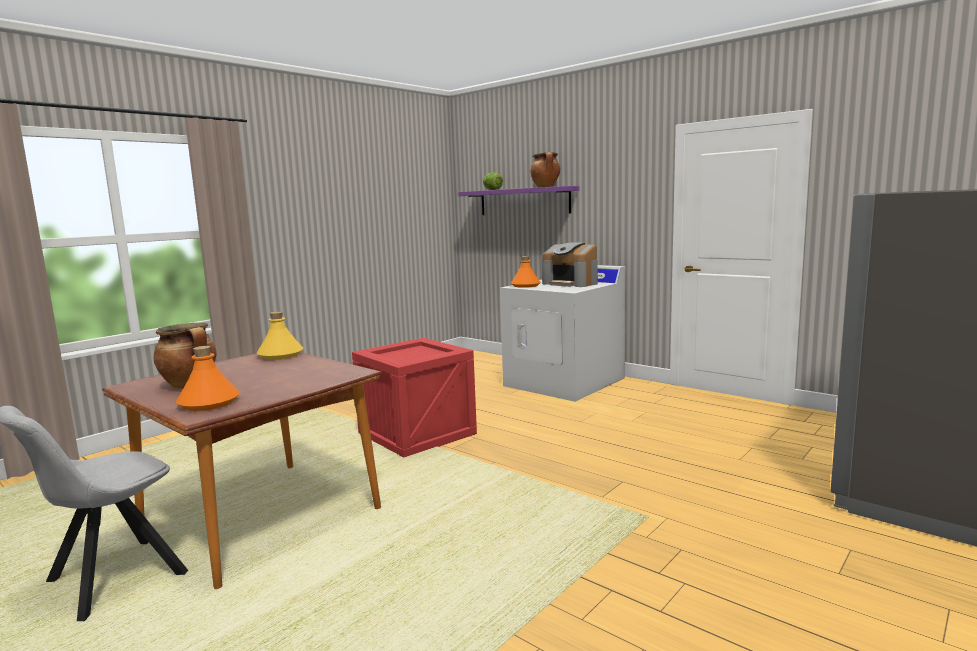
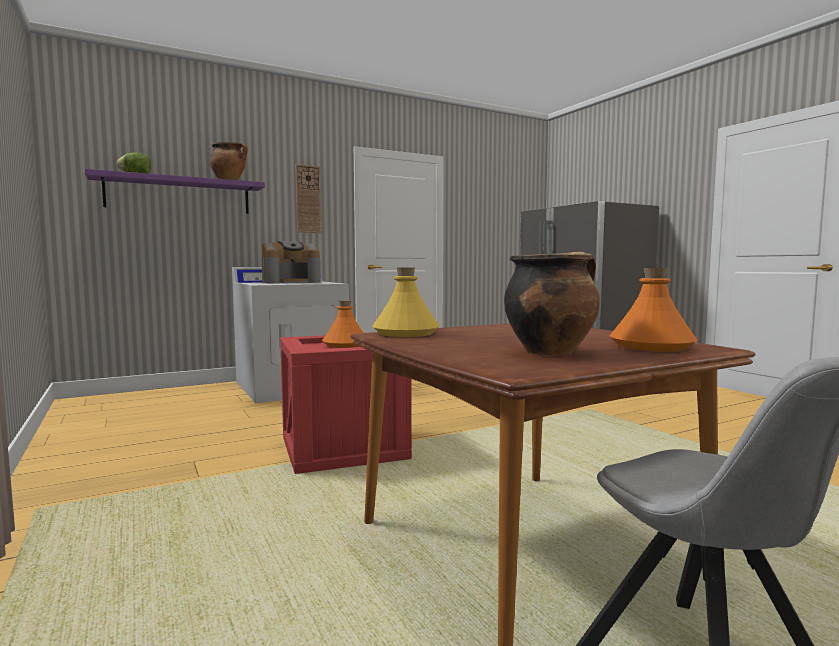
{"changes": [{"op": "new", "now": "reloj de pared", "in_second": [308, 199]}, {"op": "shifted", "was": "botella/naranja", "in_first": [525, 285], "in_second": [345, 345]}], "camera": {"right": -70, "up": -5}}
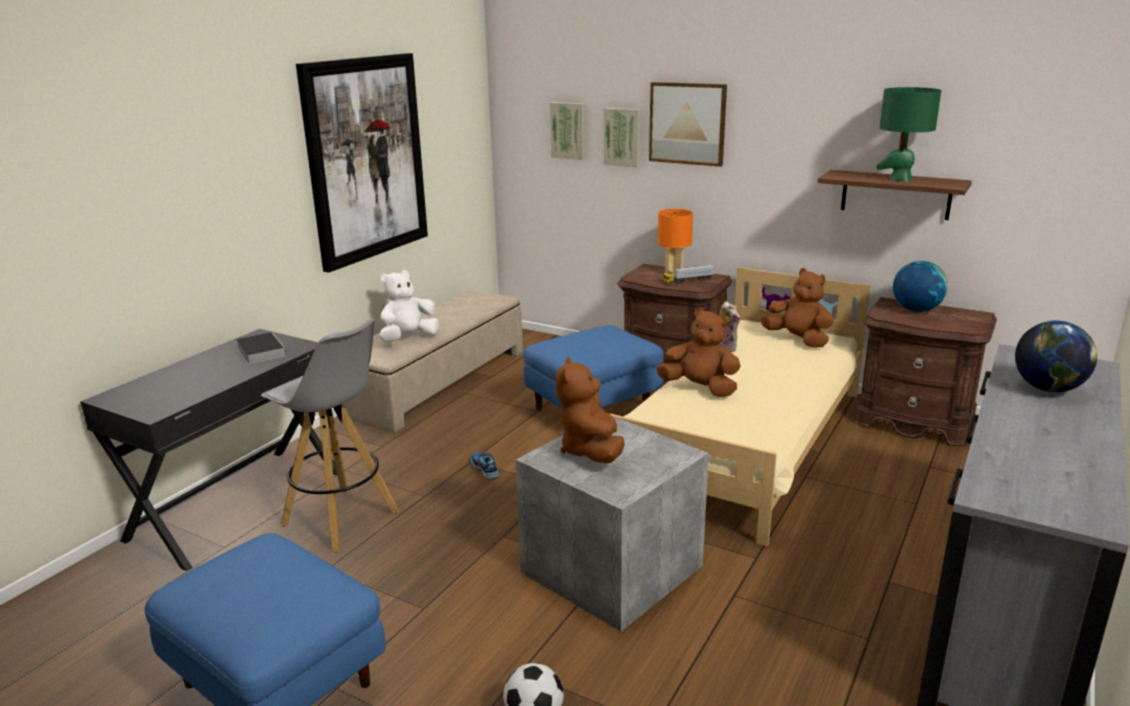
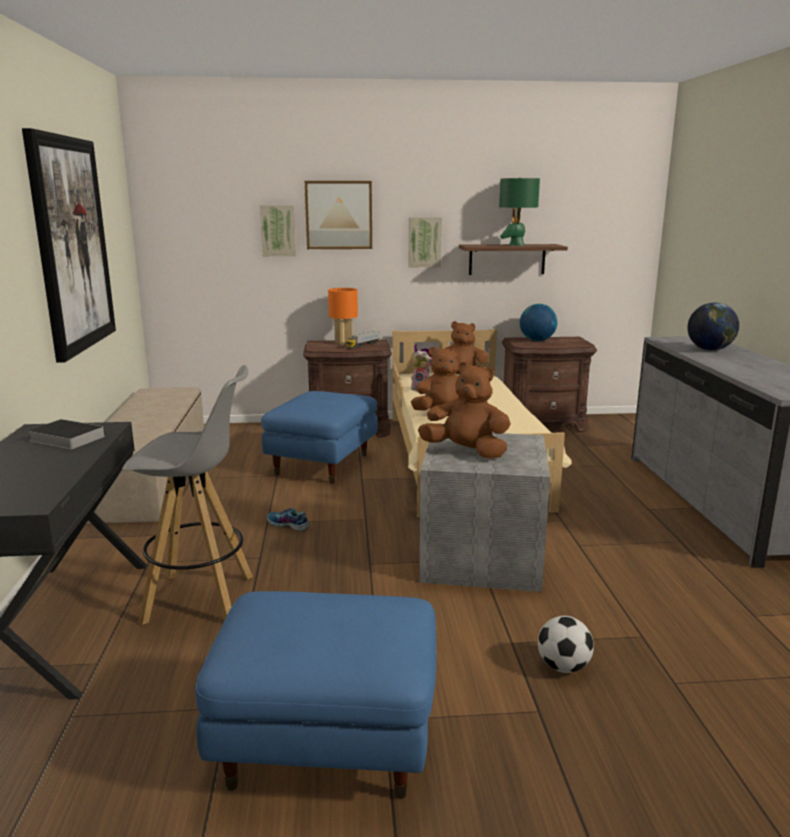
{"changes": [{"op": "gone", "was": "peluche/blanco", "in_first": [408, 339]}, {"op": "shifted", "was": "cuadro", "in_first": [568, 130], "in_second": [424, 242]}, {"op": "rotated", "was": "peluche/marrón", "in_first": [591, 451], "in_second": [466, 452], "clockwise": 150}], "camera": {"right": -35, "up": -5}}
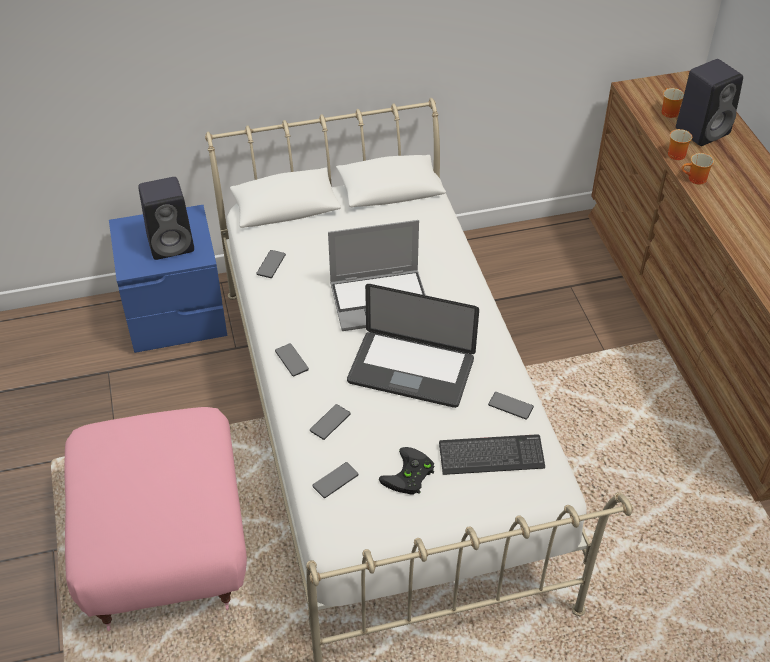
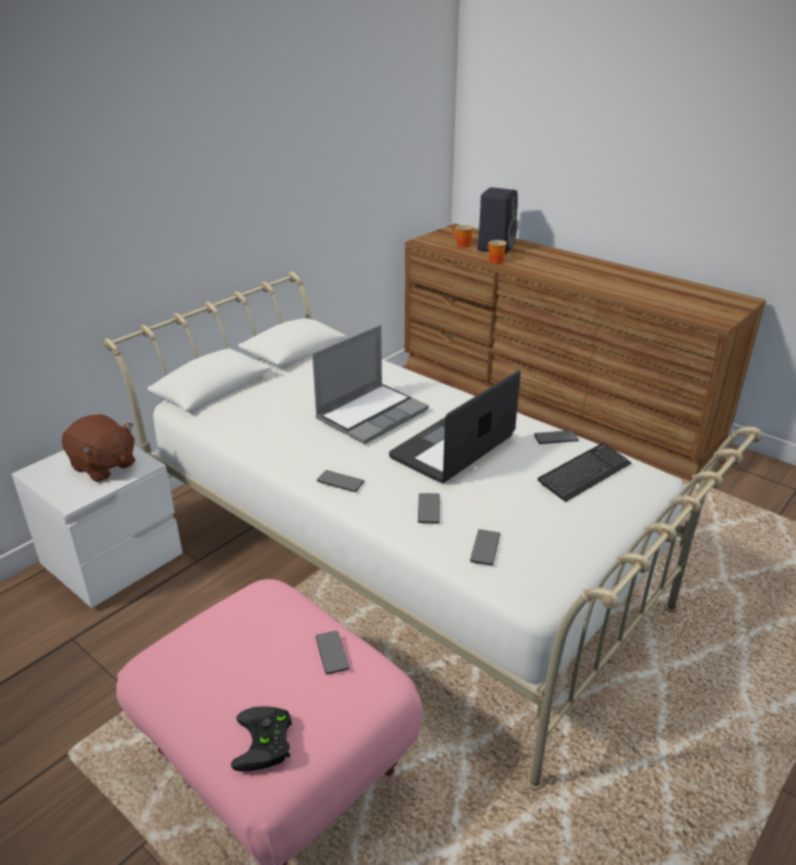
{"changes": [{"op": "gone", "was": "taza grande", "in_first": [695, 180]}, {"op": "shifted", "was": "móvil", "in_first": [271, 264], "in_second": [332, 653]}, {"op": "shifted", "was": "mando de consola/negro", "in_first": [409, 476], "in_second": [265, 743]}, {"op": "swapped", "was": "altavoz/negro", "now": "peluche/marrón", "in_first": [172, 243], "in_second": [103, 466]}, {"op": "repainted", "was": "mesita de noche/azul", "now": "mesita de noche/blanco", "in_first": [176, 314], "in_second": [111, 560]}, {"op": "rotated", "was": "portátil", "in_first": [411, 370], "in_second": [452, 447], "clockwise": 150}], "camera": {"right": -35, "up": -15}}
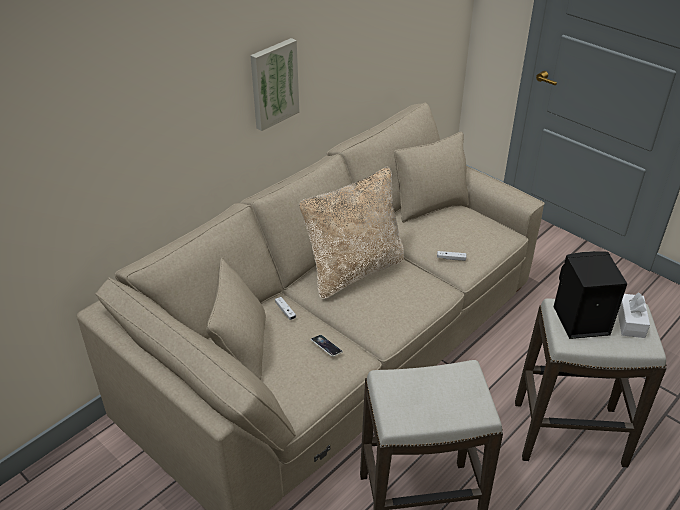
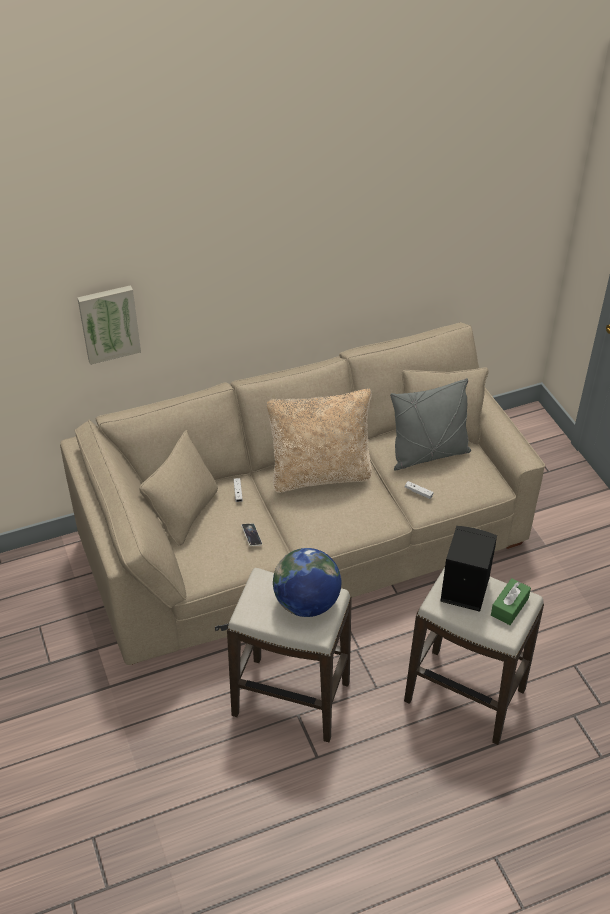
{"changes": [{"op": "new", "now": "globo terráqueo", "in_second": [306, 603]}, {"op": "new", "now": "cojín/gris", "in_second": [428, 454]}, {"op": "shifted", "was": "cuadro", "in_first": [273, 83], "in_second": [109, 323]}, {"op": "repainted", "was": "caja de pañuelos/blanco", "now": "caja de pañuelos/verde", "in_first": [630, 322], "in_second": [509, 607]}], "camera": {"right": 25, "up": 5}}
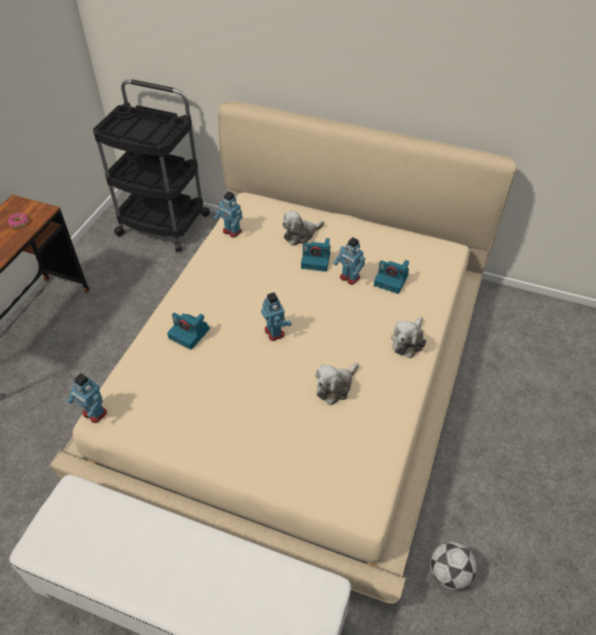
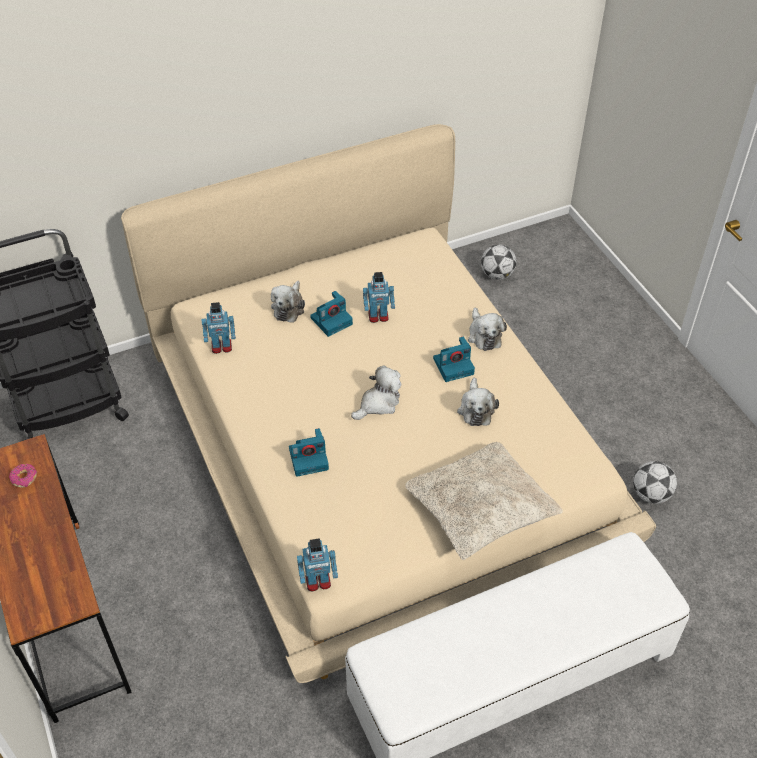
{"changes": [{"op": "new", "now": "cojín/beis", "in_second": [480, 509]}, {"op": "new", "now": "balón de fútbol", "in_second": [497, 275]}, {"op": "shifted", "was": "cámara", "in_first": [392, 280], "in_second": [454, 366]}, {"op": "swapped", "was": "robot de juguete", "now": "peluche", "in_first": [275, 332], "in_second": [378, 403]}], "camera": {"right": -45, "up": 0}}
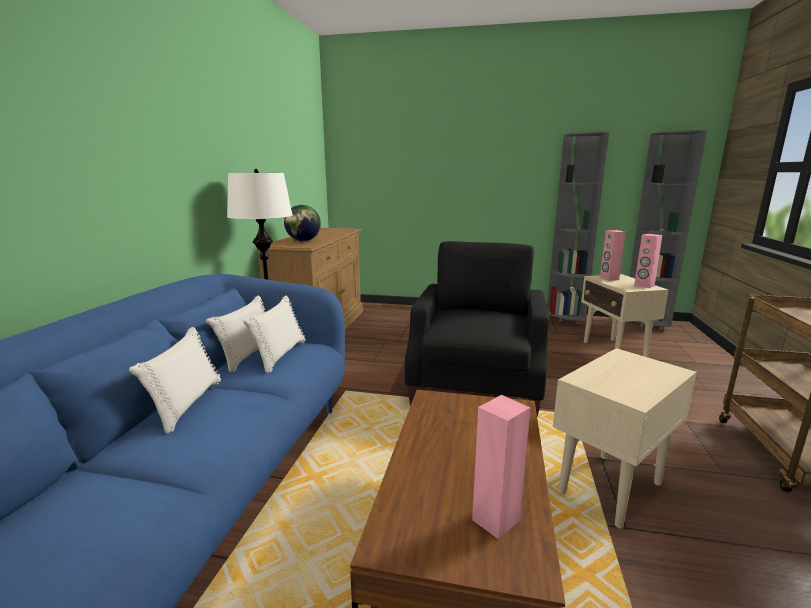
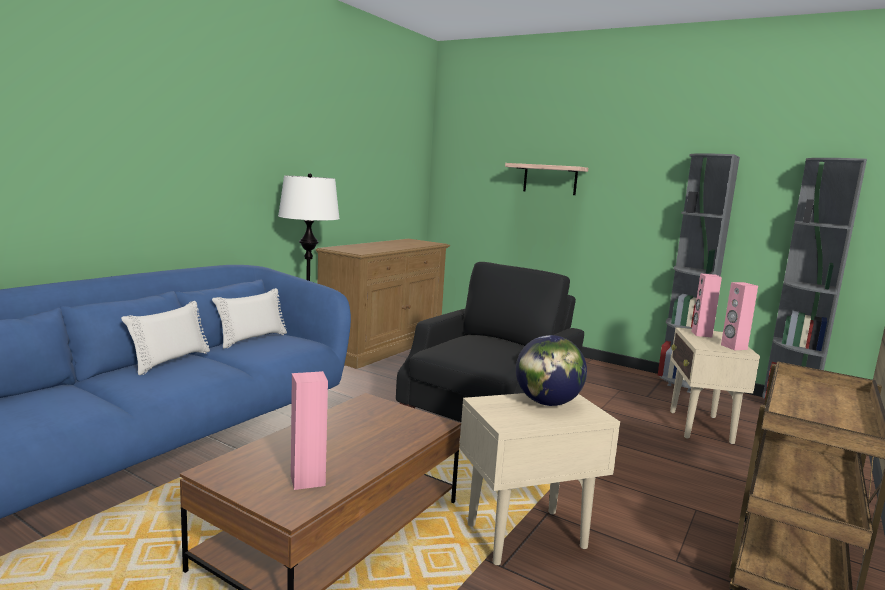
{"changes": [{"op": "gone", "was": "cojín/blanco", "in_first": [279, 355]}, {"op": "new", "now": "estante", "in_second": [550, 179]}, {"op": "shifted", "was": "globo terráqueo", "in_first": [303, 241], "in_second": [547, 403]}], "camera": {"right": 20, "up": -5}}
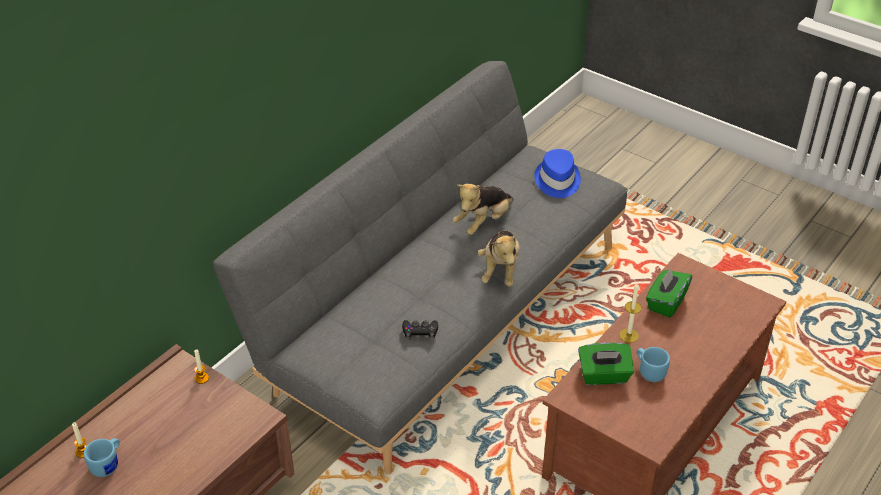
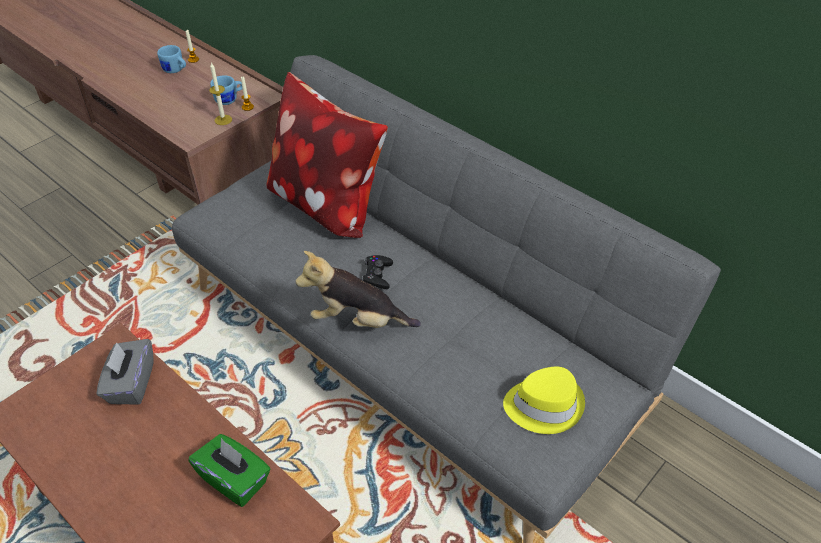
{"changes": [{"op": "gone", "was": "peluche", "in_first": [483, 222]}, {"op": "new", "now": "cojín", "in_second": [326, 203]}, {"op": "shifted", "was": "mando de consola/negro", "in_first": [420, 332], "in_second": [377, 275]}, {"op": "shifted", "was": "vela", "in_first": [629, 335], "in_second": [223, 120]}, {"op": "shifted", "was": "taza grande/azul", "in_first": [649, 371], "in_second": [230, 99]}, {"op": "repainted", "was": "sombrero/azul", "now": "sombrero/amarillo", "in_first": [557, 181], "in_second": [543, 405]}, {"op": "repainted", "was": "caja de pañuelos/verde", "now": "caja de pañuelos/gris", "in_first": [604, 376], "in_second": [131, 384]}], "camera": {"right": 95, "up": 5}}
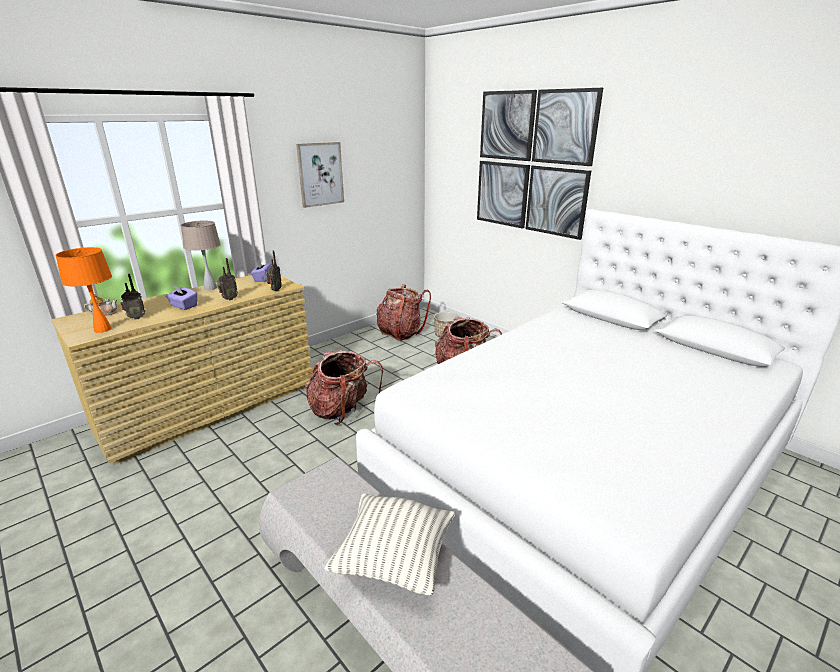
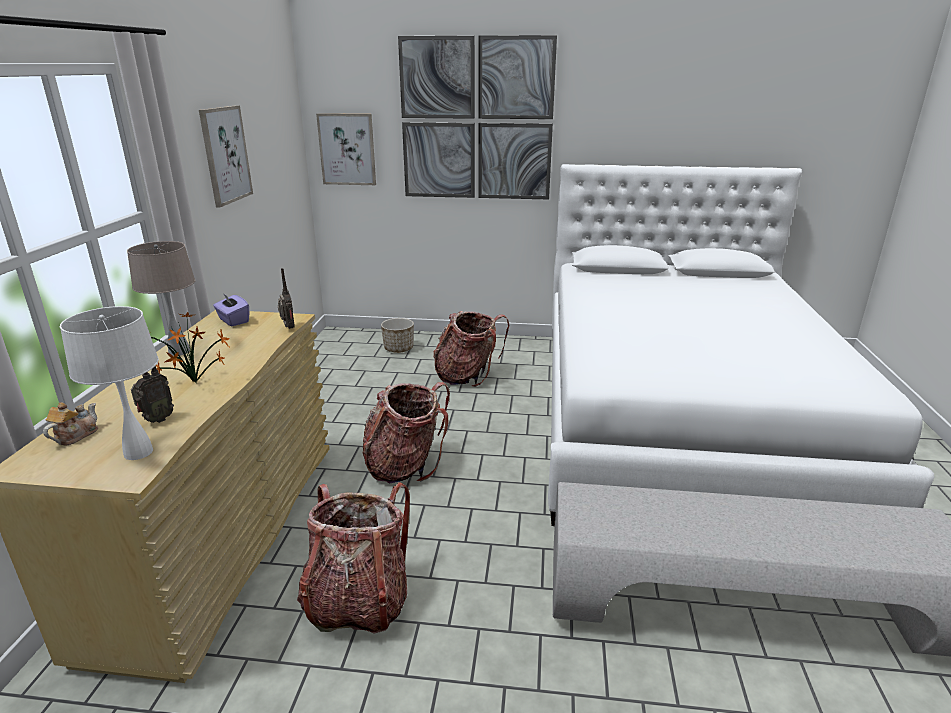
{"changes": [{"op": "gone", "was": "radio", "in_first": [229, 299]}, {"op": "gone", "was": "cojín", "in_first": [394, 560]}, {"op": "new", "now": "cuadro", "in_second": [347, 149]}, {"op": "shifted", "was": "mochila", "in_first": [401, 332], "in_second": [358, 601]}, {"op": "swapped", "was": "caja de pañuelos/morado", "now": "planta en maceta", "in_first": [183, 306], "in_second": [197, 383]}, {"op": "repainted", "was": "lámpara de mesa/naranja", "now": "lámpara de mesa/blanco", "in_first": [103, 329], "in_second": [139, 452]}], "camera": {"right": -40, "up": 0}}
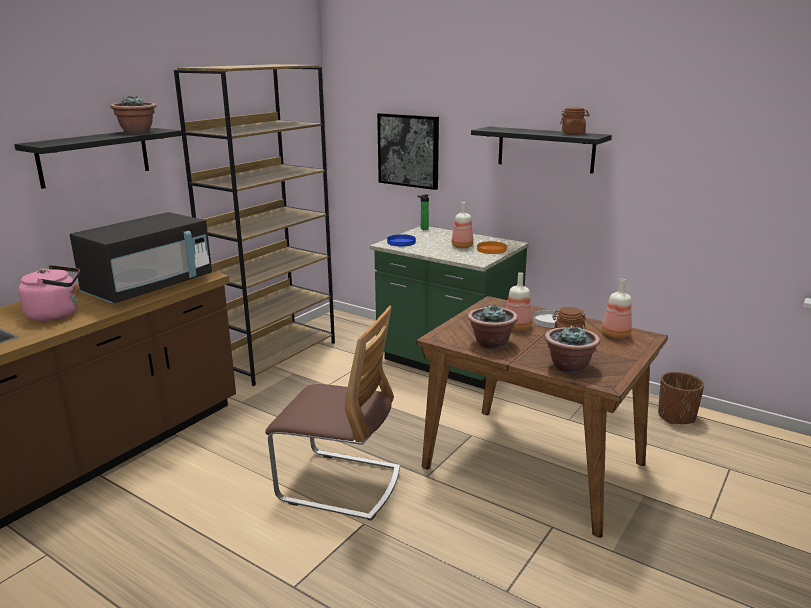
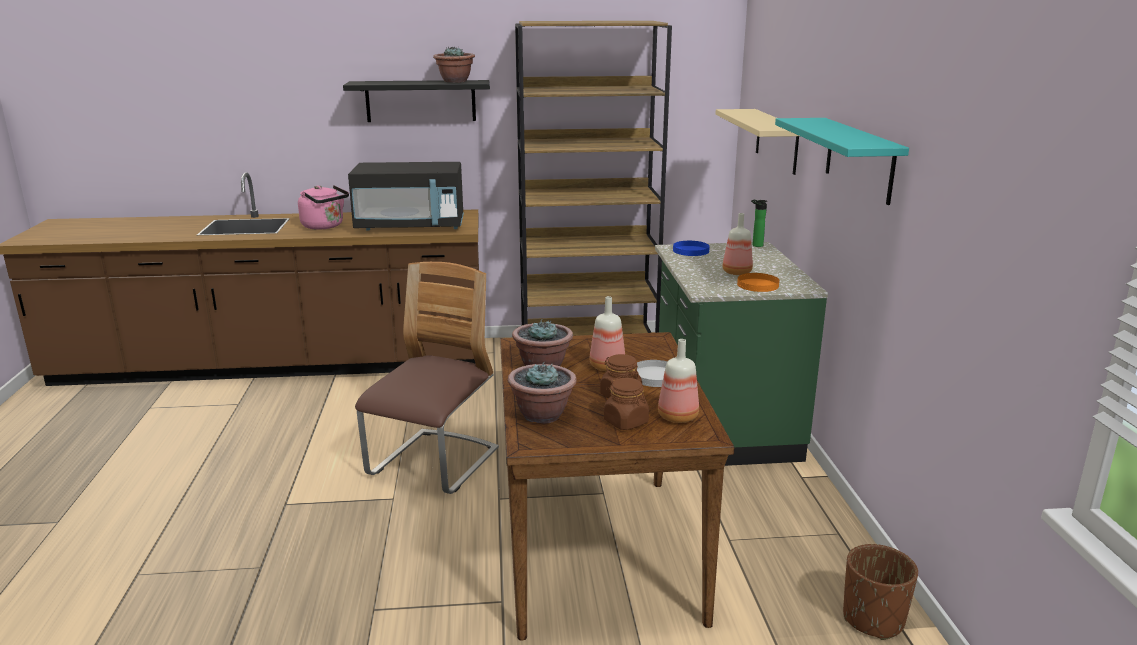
{"changes": [{"op": "shifted", "was": "tarro/marrón", "in_first": [573, 133], "in_second": [626, 422]}, {"op": "swapped", "was": "cuadro", "now": "estante/beis", "in_first": [408, 150], "in_second": [776, 140]}, {"op": "repainted", "was": "estante/negro", "now": "estante/turquesa", "in_first": [545, 149], "in_second": [859, 159]}, {"op": "rotated", "was": "silla", "in_first": [340, 484], "in_second": [434, 464], "clockwise": -135}], "camera": {"right": 50, "up": 0}}
